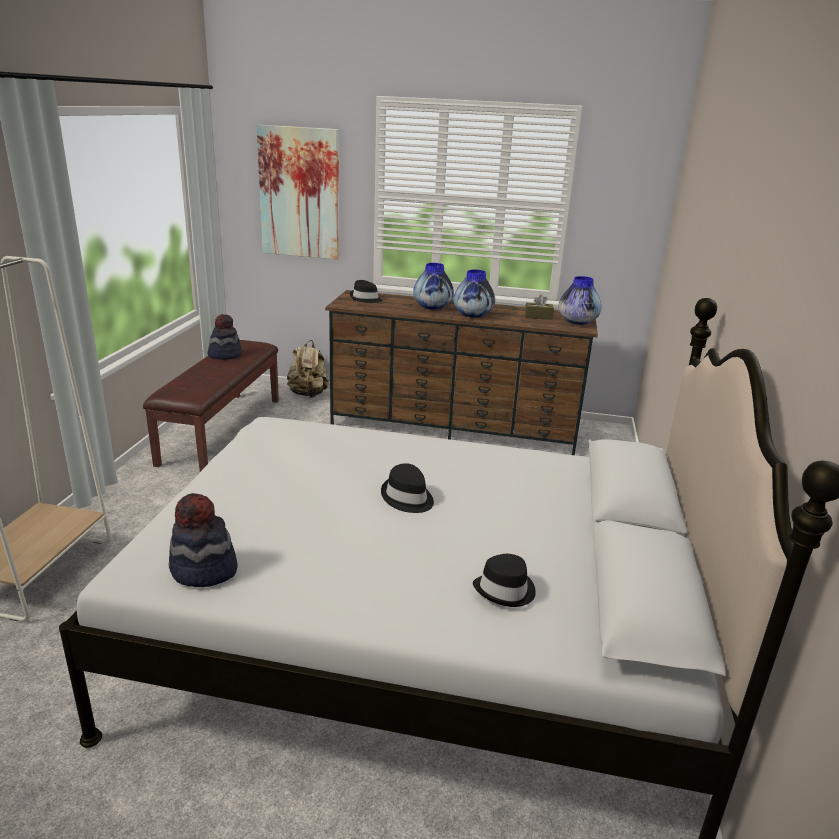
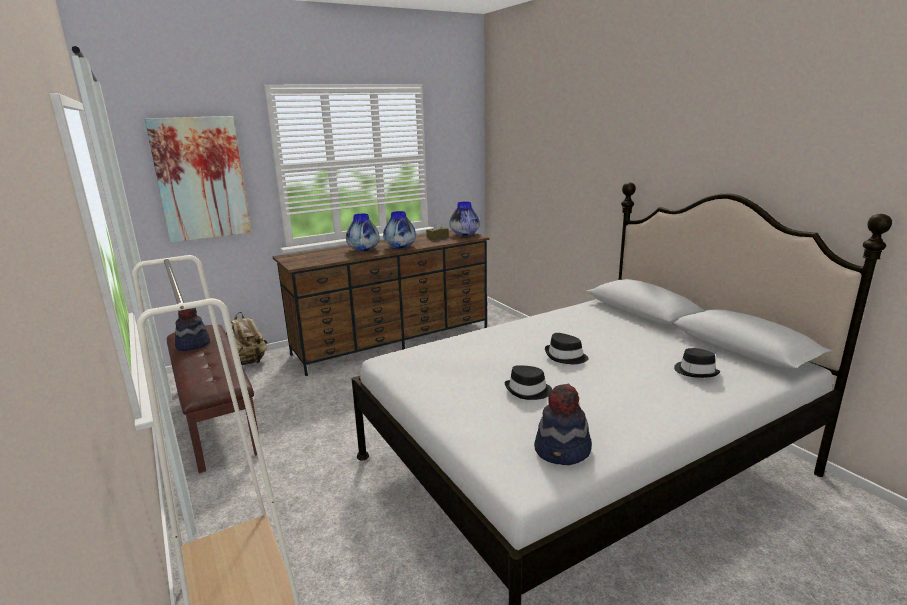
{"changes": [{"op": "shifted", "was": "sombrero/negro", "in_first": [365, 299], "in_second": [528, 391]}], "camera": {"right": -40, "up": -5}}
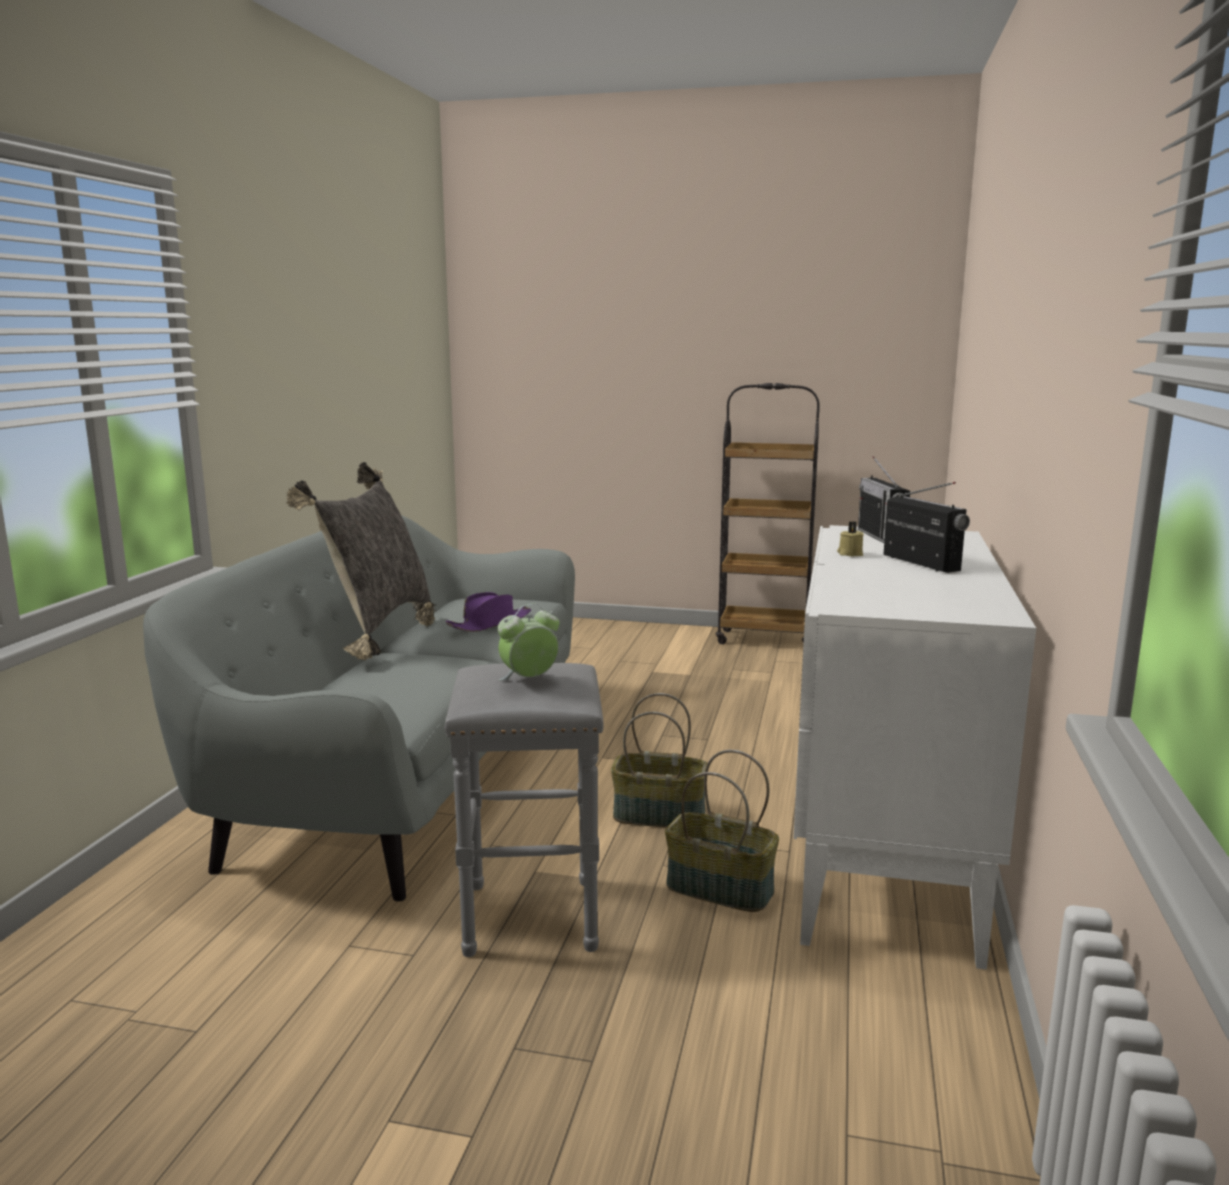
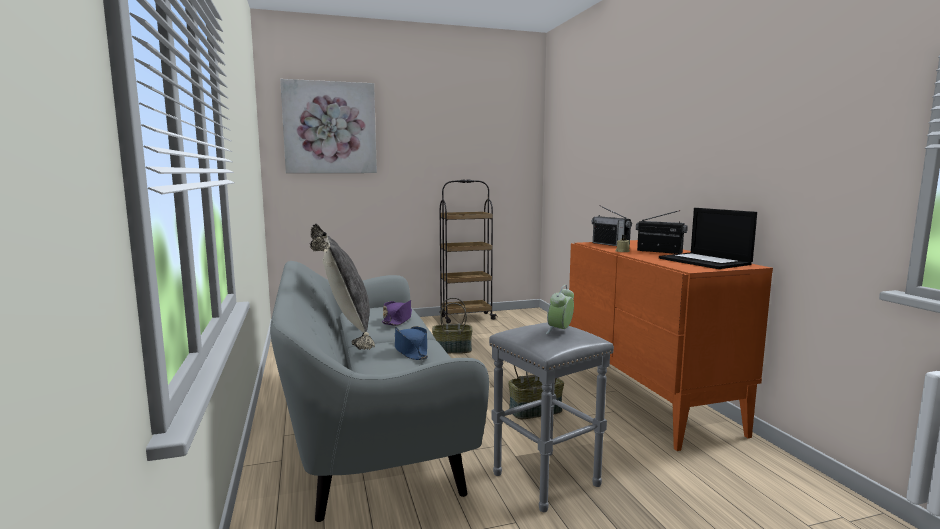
{"changes": [{"op": "new", "now": "cuadro", "in_second": [330, 128]}, {"op": "new", "now": "sombrero/azul", "in_second": [411, 350]}, {"op": "new", "now": "portátil", "in_second": [705, 261]}, {"op": "shifted", "was": "cesta", "in_first": [718, 889], "in_second": [452, 350]}, {"op": "repainted", "was": "armario/blanco", "now": "armario/naranja", "in_first": [884, 848], "in_second": [647, 399]}], "camera": {"right": -30, "up": -5}}
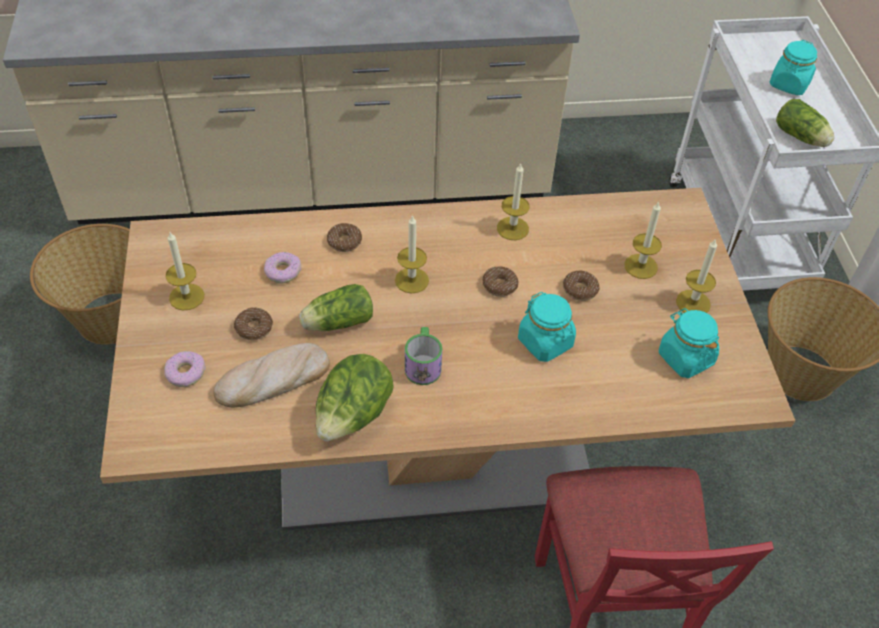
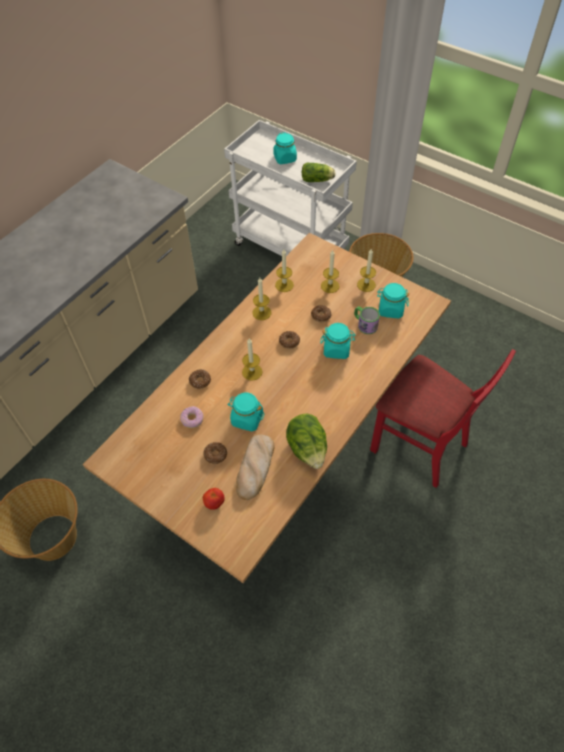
{"changes": [{"op": "shifted", "was": "vela", "in_first": [186, 297], "in_second": [284, 285]}, {"op": "shifted", "was": "taza grande", "in_first": [423, 364], "in_second": [364, 324]}, {"op": "swapped", "was": "rosquilla", "now": "tomate", "in_first": [185, 373], "in_second": [214, 502]}, {"op": "swapped", "was": "lechuga", "now": "tarro/turquesa", "in_first": [336, 323], "in_second": [247, 419]}], "camera": {"right": -45, "up": 5}}
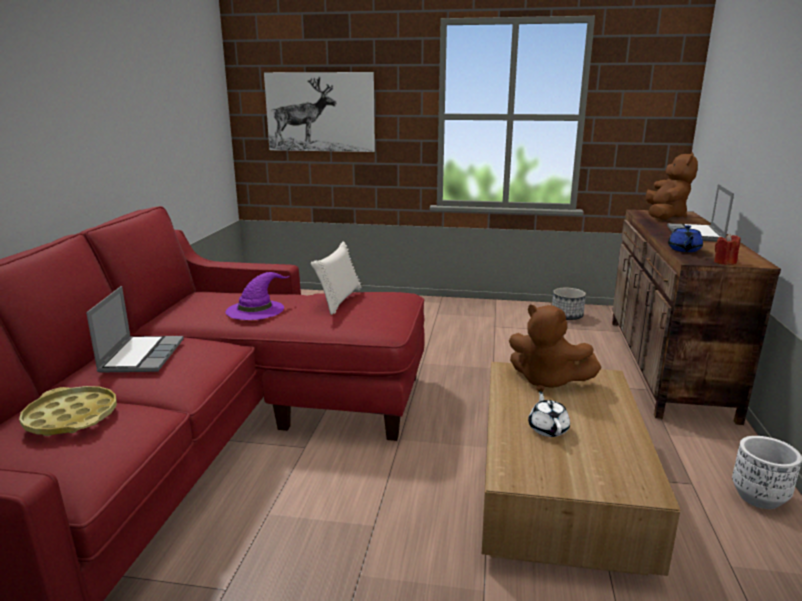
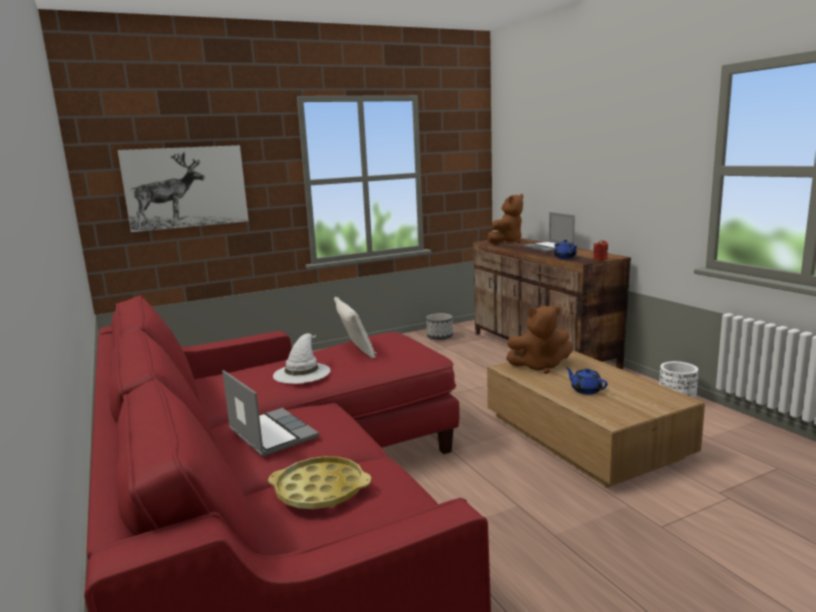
{"changes": [{"op": "repainted", "was": "sombrero/morado", "now": "sombrero/blanco", "in_first": [255, 309], "in_second": [302, 372]}, {"op": "repainted", "was": "tetera/blanco", "now": "tetera/azul", "in_first": [548, 428], "in_second": [585, 390]}, {"op": "rotated", "was": "peluche/marrón", "in_first": [665, 216], "in_second": [507, 242], "clockwise": 60}], "camera": {"right": -35, "up": -5}}
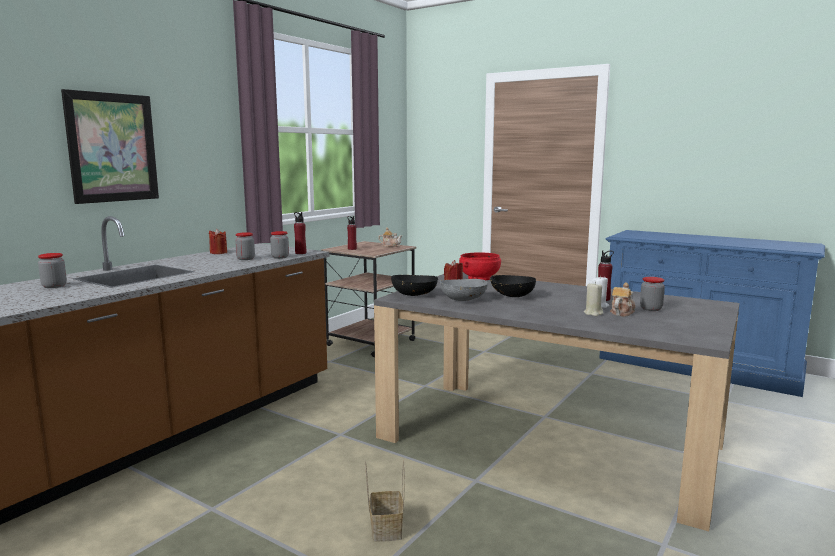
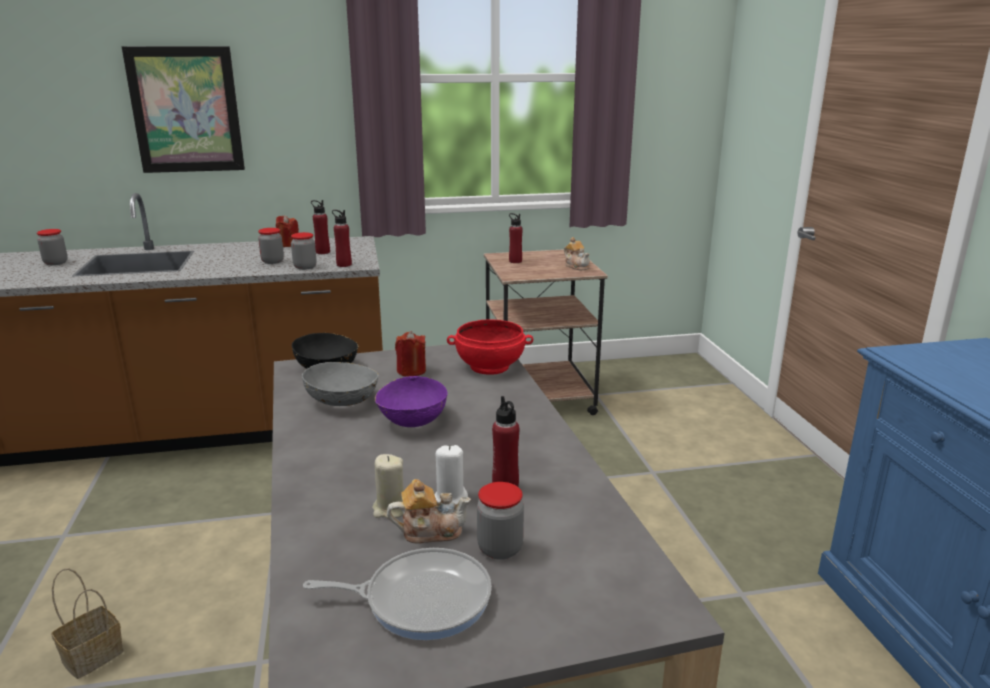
{"changes": [{"op": "new", "now": "sartén", "in_second": [421, 599]}, {"op": "new", "now": "botella/rojo", "in_second": [322, 252]}, {"op": "repainted", "was": "cuenco/negro", "now": "cuenco/morado", "in_first": [511, 296], "in_second": [412, 420]}], "camera": {"right": 45, "up": 10}}
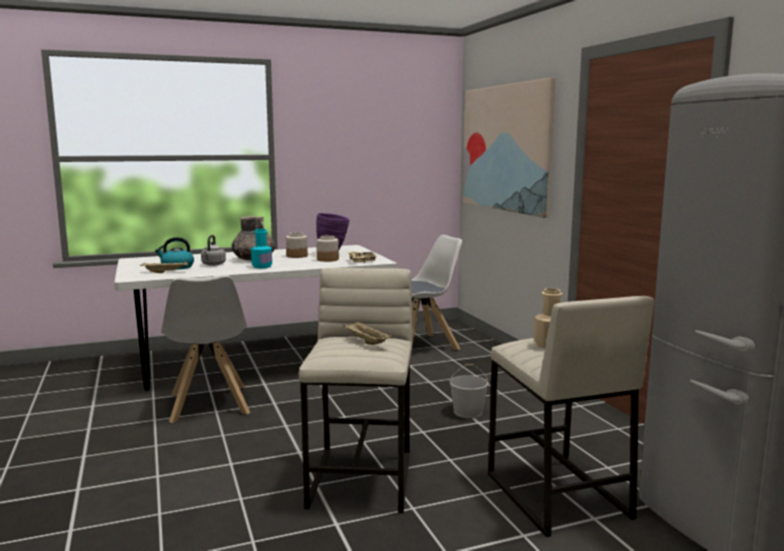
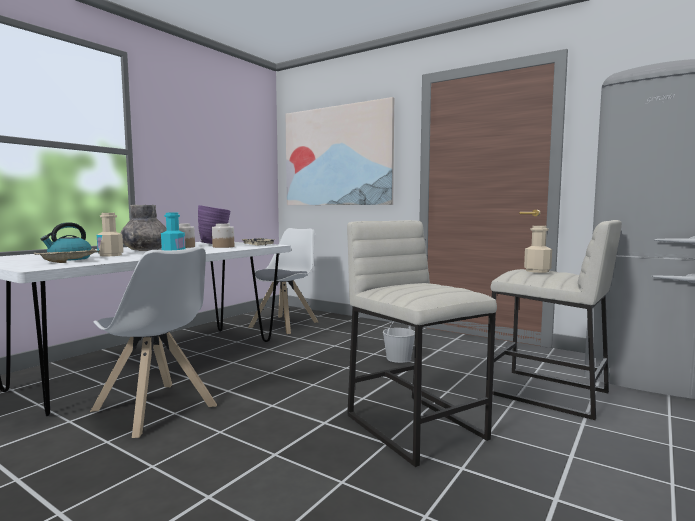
{"changes": [{"op": "gone", "was": "bandeja/beis", "in_first": [366, 342]}, {"op": "swapped", "was": "hervidor/gris", "now": "botella/beis", "in_first": [213, 264], "in_second": [110, 255]}], "camera": {"right": -35, "up": -5}}
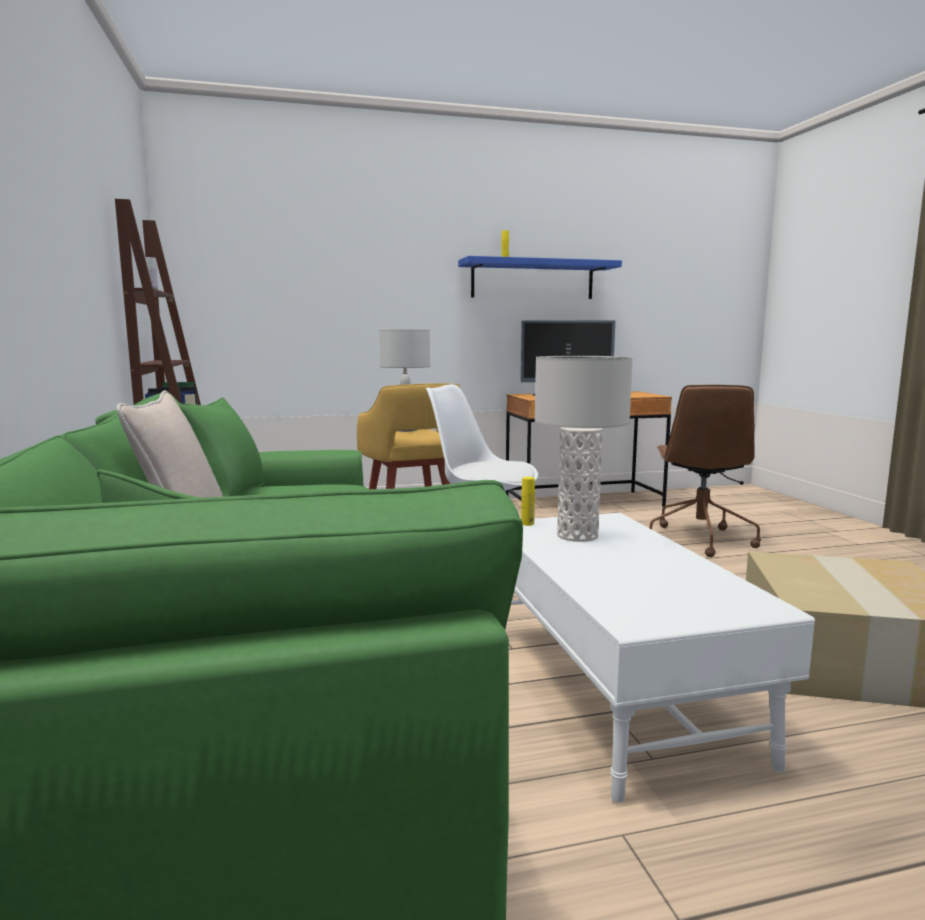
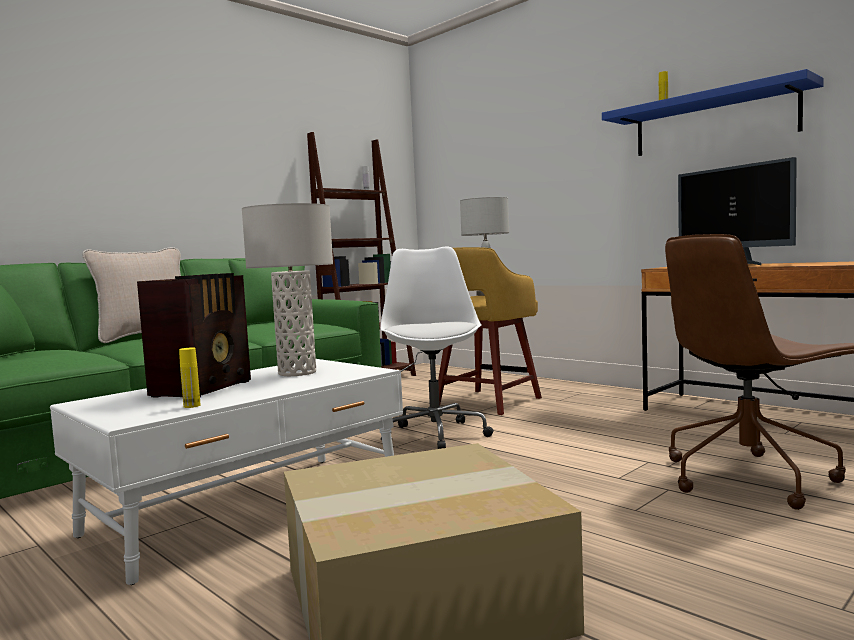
{"changes": [{"op": "new", "now": "radio", "in_second": [204, 388]}, {"op": "shifted", "was": "botella/amarillo", "in_first": [527, 523], "in_second": [192, 406]}], "camera": {"right": 60, "up": -5}}
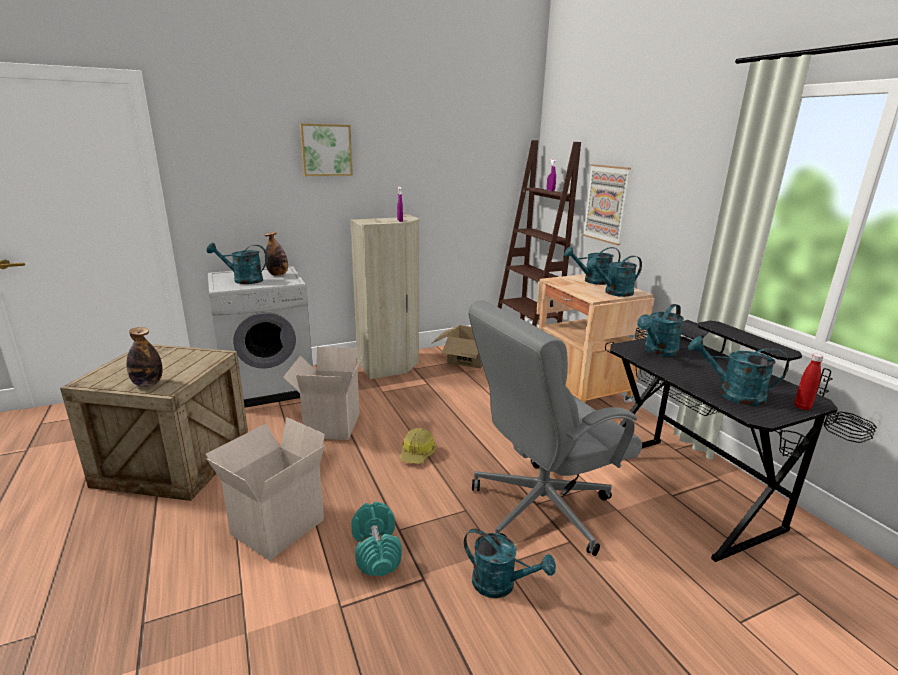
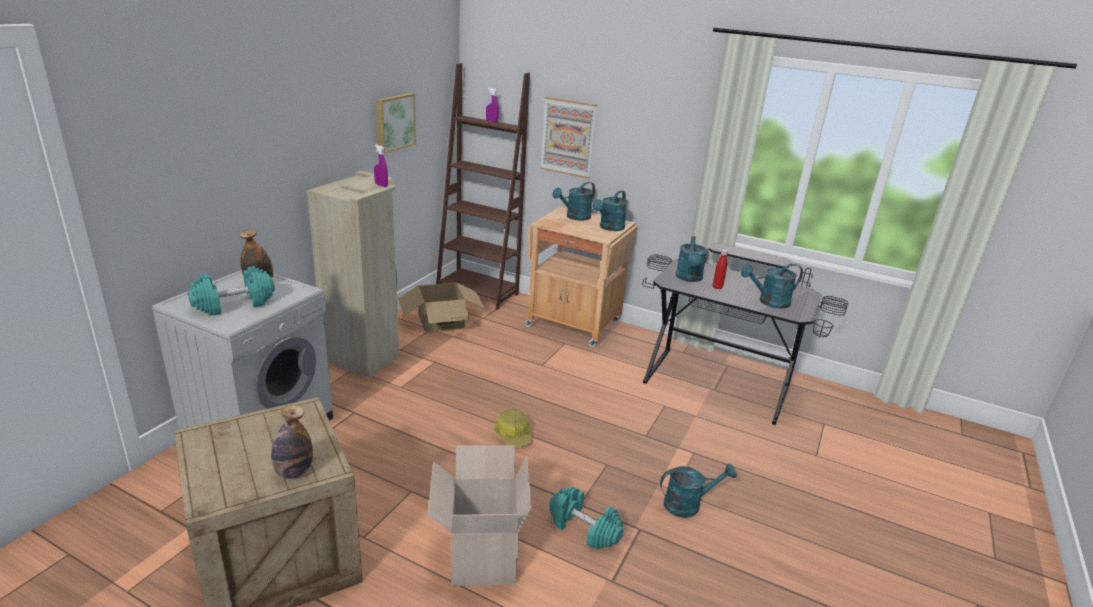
{"changes": [{"op": "gone", "was": "caja de cartón", "in_first": [331, 424]}, {"op": "gone", "was": "silla de oficina/gris", "in_first": [542, 507]}, {"op": "shifted", "was": "cuadro", "in_first": [326, 150], "in_second": [394, 122]}, {"op": "shifted", "was": "botella/rojo", "in_first": [802, 407], "in_second": [717, 287]}, {"op": "swapped", "was": "regadera/turquesa", "now": "mancuerna/turquesa", "in_first": [243, 280], "in_second": [234, 304]}], "camera": {"right": -40, "up": 5}}
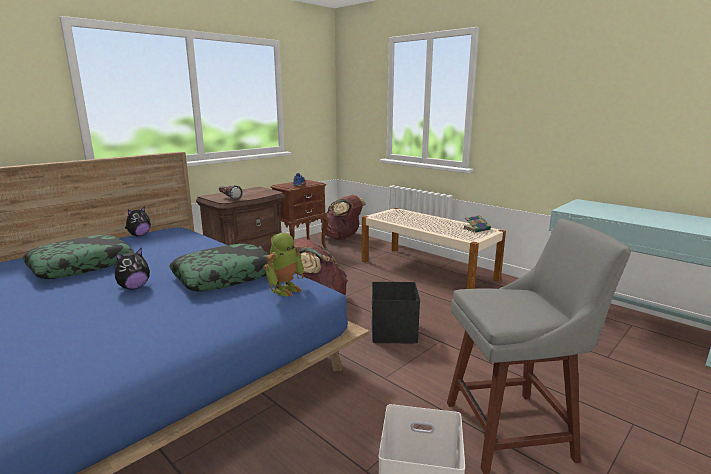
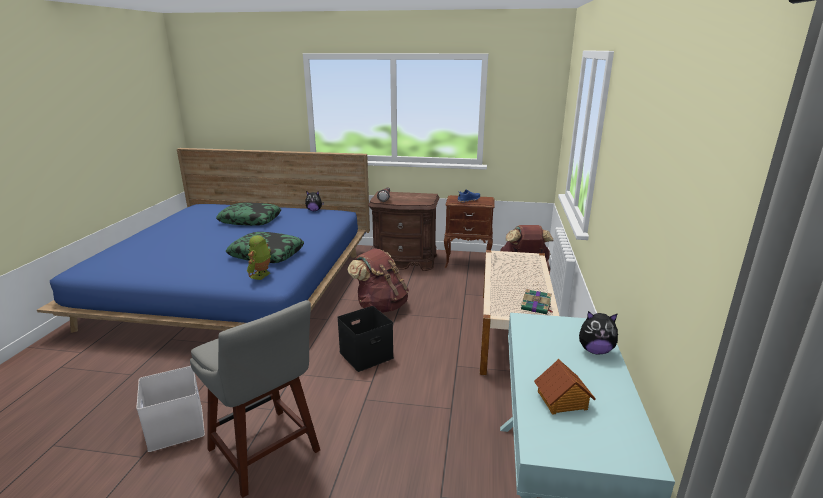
{"changes": [{"op": "new", "now": "casita", "in_second": [562, 400]}, {"op": "shifted", "was": "peluche", "in_first": [134, 287], "in_second": [595, 350]}, {"op": "rotated", "was": "robot de juguete", "in_first": [285, 289], "in_second": [261, 276], "clockwise": 105}], "camera": {"right": 55, "up": 5}}
